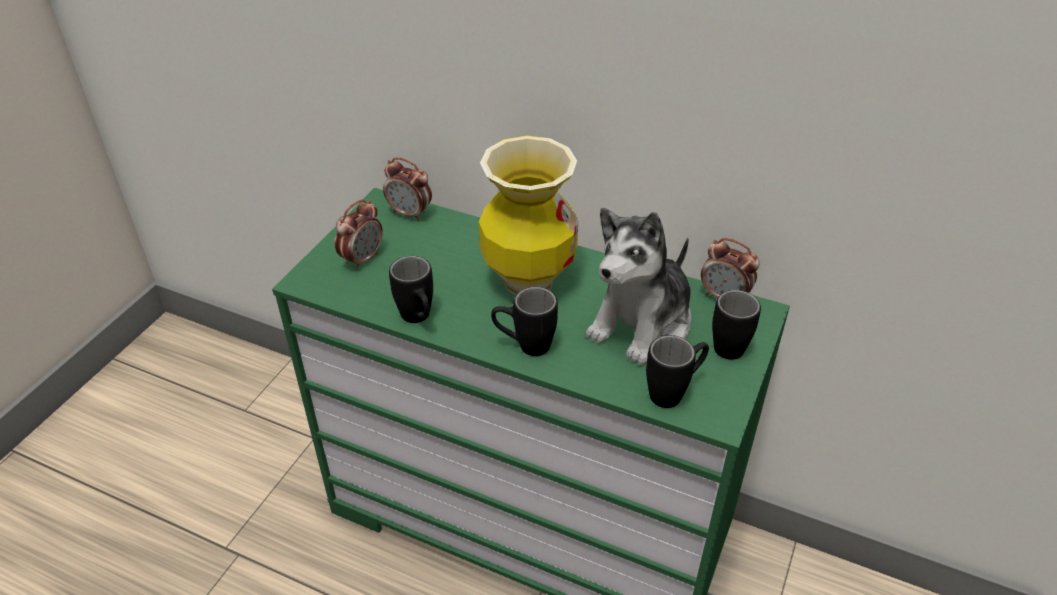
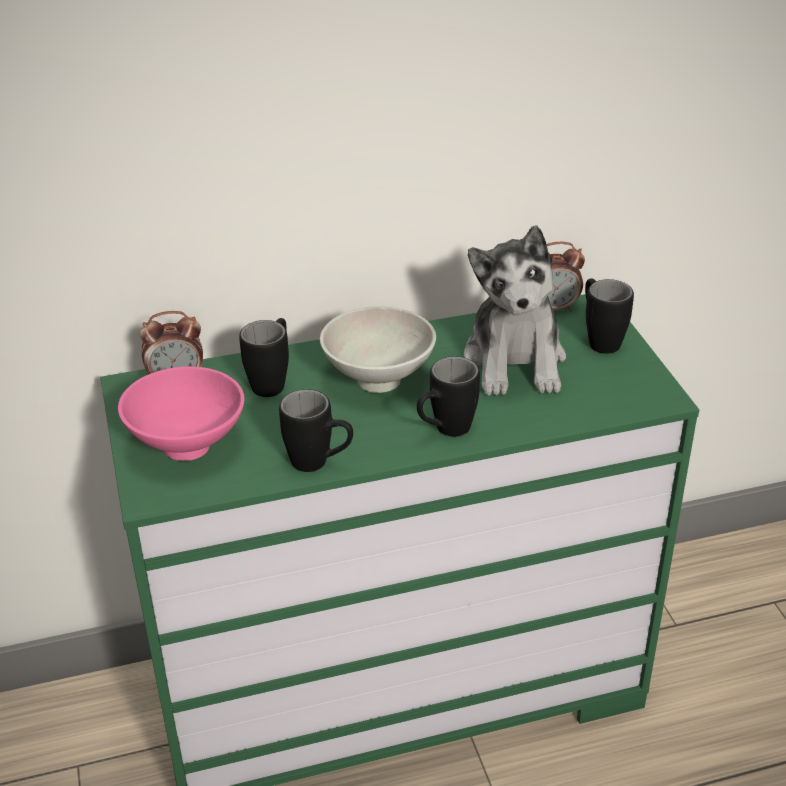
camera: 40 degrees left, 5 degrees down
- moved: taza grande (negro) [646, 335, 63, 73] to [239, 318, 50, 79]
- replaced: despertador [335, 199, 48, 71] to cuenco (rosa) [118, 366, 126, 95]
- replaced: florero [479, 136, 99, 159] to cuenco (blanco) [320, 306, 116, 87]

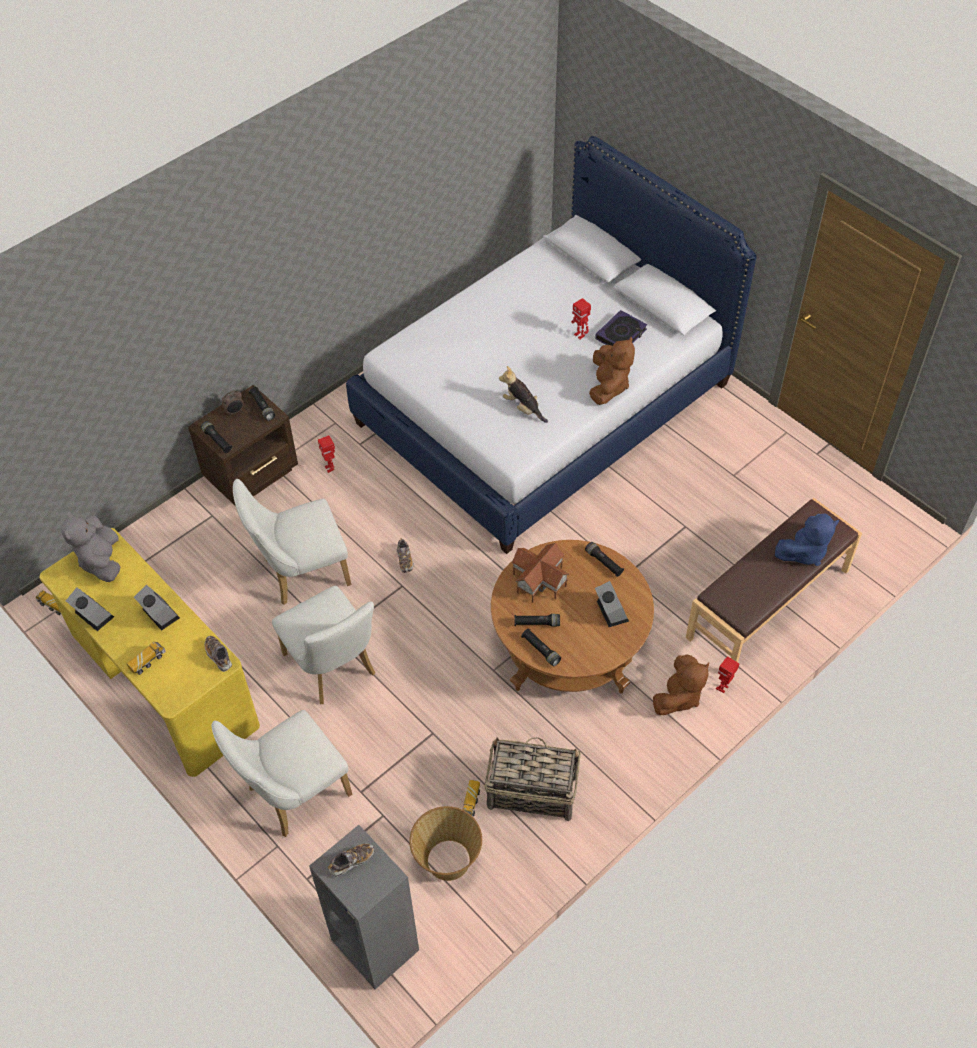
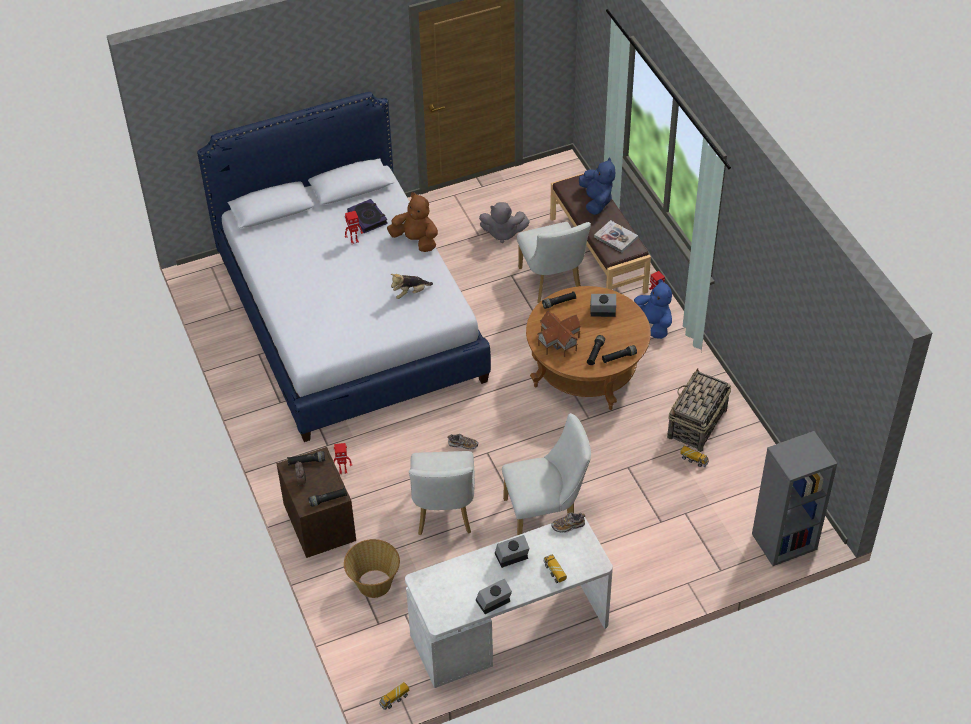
camera: 70 degrees left, 5 degrees down
- removed: zapato [328, 843, 46, 34]
- added: libro [594, 220, 44, 33]
- moved: peluche (gris) [61, 512, 59, 70] to [479, 202, 51, 41]
- moved: silla (blanco) [212, 710, 140, 127] to [517, 222, 74, 81]
- moved: cesta [409, 806, 73, 75] to [344, 539, 56, 59]
- recoloured: escritorio (amarillo) [40, 528, 220, 249] to escritorio (blanco) [405, 517, 208, 171]
- recoloured: peluche (marrón) [653, 654, 56, 61] to peluche (azul) [634, 279, 38, 60]

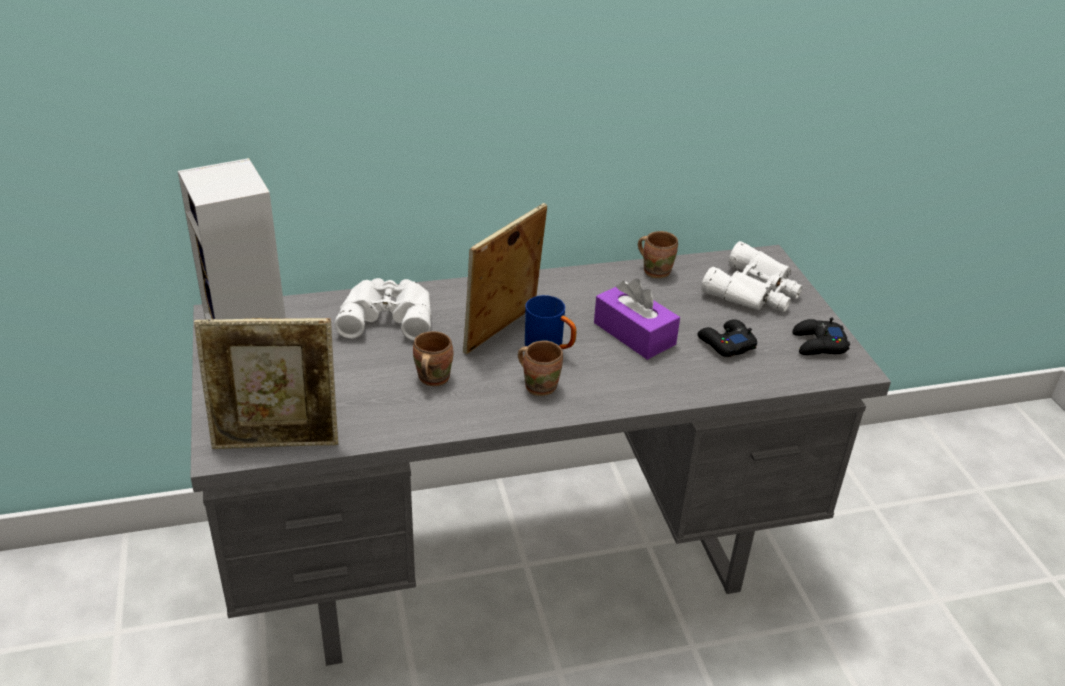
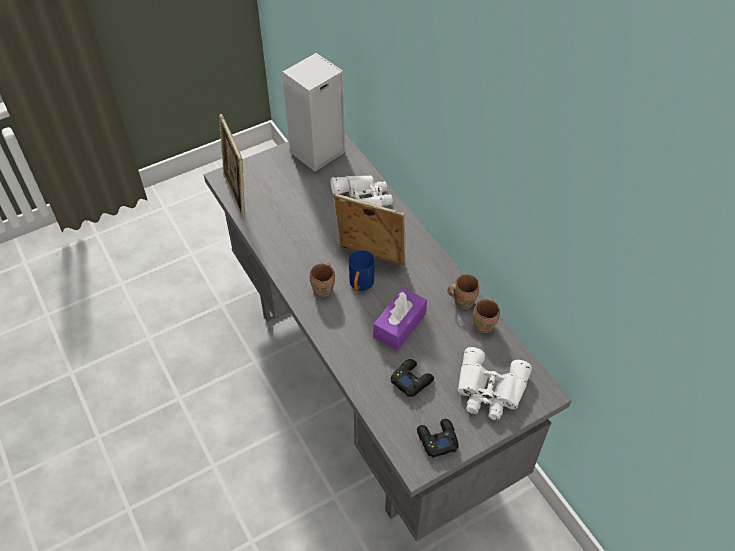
camera: 75 degrees right, 15 degrees up
- moved: taza grande (marrón) [413, 331, 40, 55] to [448, 274, 31, 35]

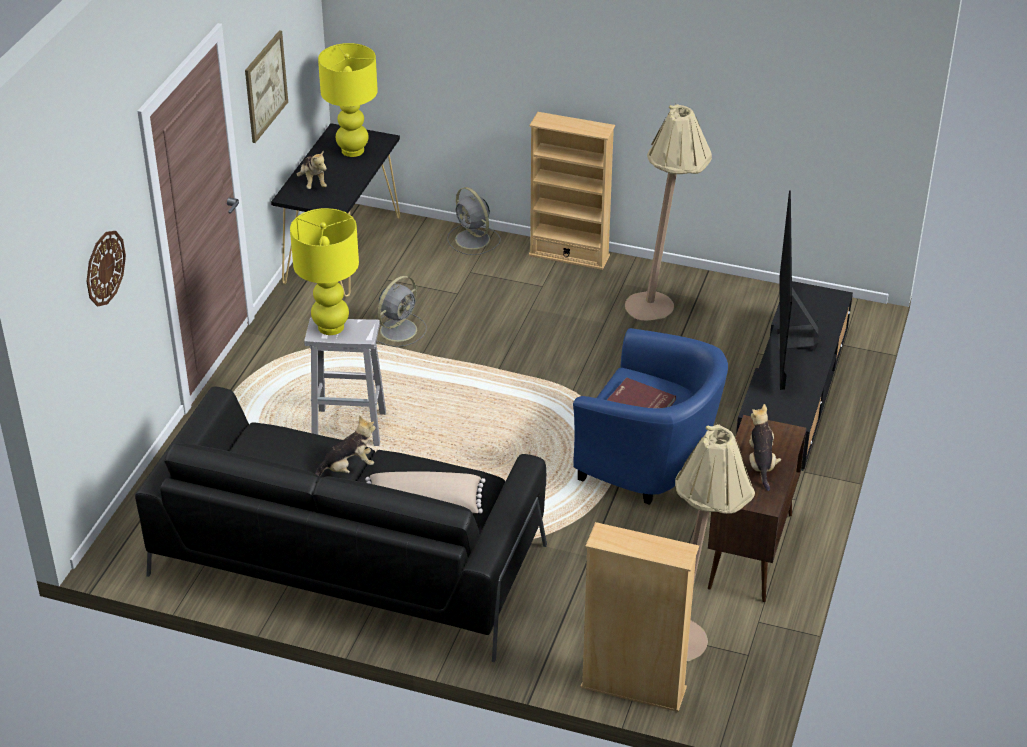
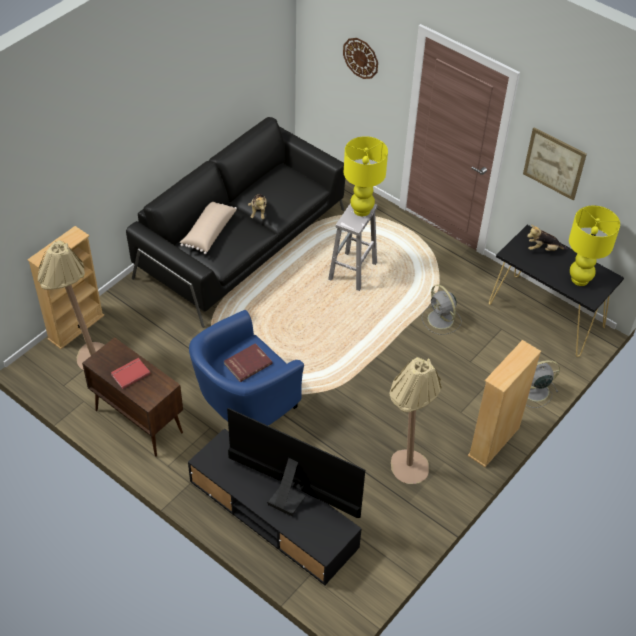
camera: 110 degrees right, 10 degrees up
- replaced: peluche [749, 404, 32, 87] to libro (rojo) [111, 358, 40, 31]

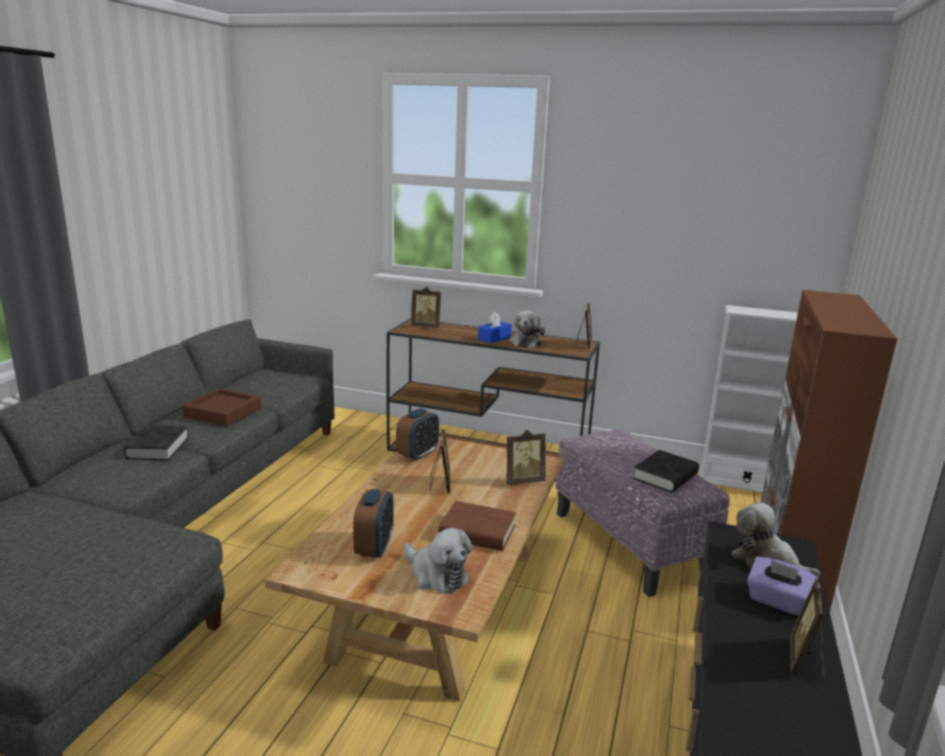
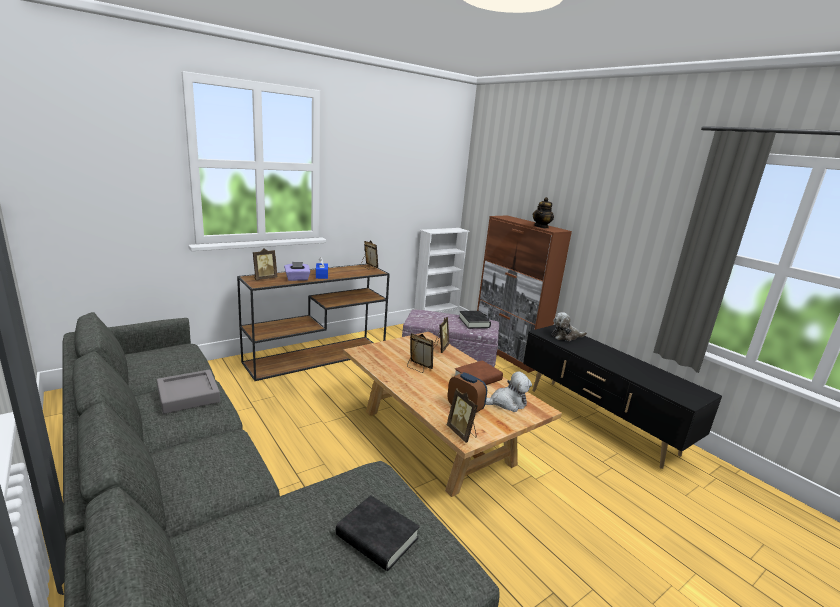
camera: 55 degrees left, 0 degrees up
- removed: despertador [396, 408, 43, 53]
- removed: peluche [509, 310, 36, 38]
- added: tetera [532, 197, 22, 31]
- moved: libro (negro) [124, 425, 65, 35] to [336, 495, 84, 76]
- moved: caja de pañuelos (morado) [747, 557, 71, 59] to [284, 262, 26, 19]
- moved: portarretratos [790, 578, 35, 103] to [447, 389, 31, 54]
- recoloured: bandeja (marrón) [182, 388, 79, 38] to bandeja (gris) [157, 370, 63, 44]

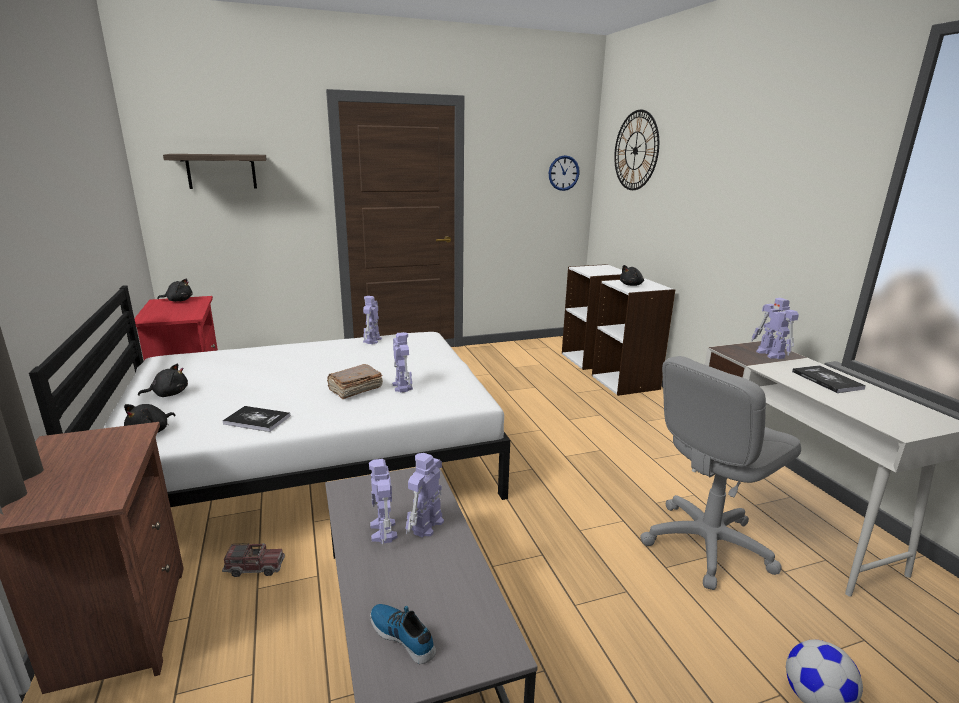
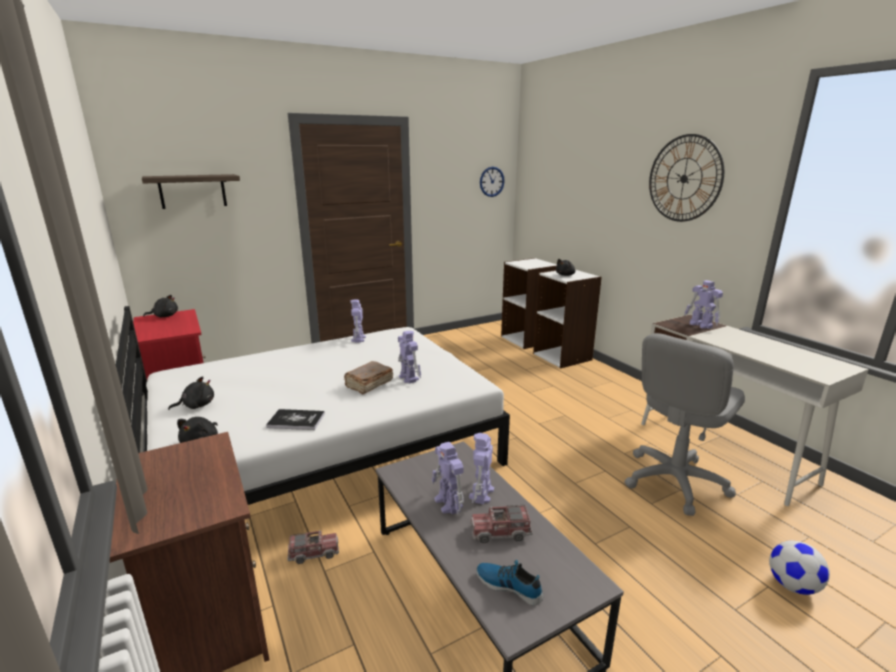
camera: 10 degrees left, 0 degrees up
- removed: libro [792, 365, 74, 28]
- added: camión de juguete [470, 505, 63, 38]
- moved: reloj de pared [614, 110, 45, 80] to [649, 134, 75, 88]

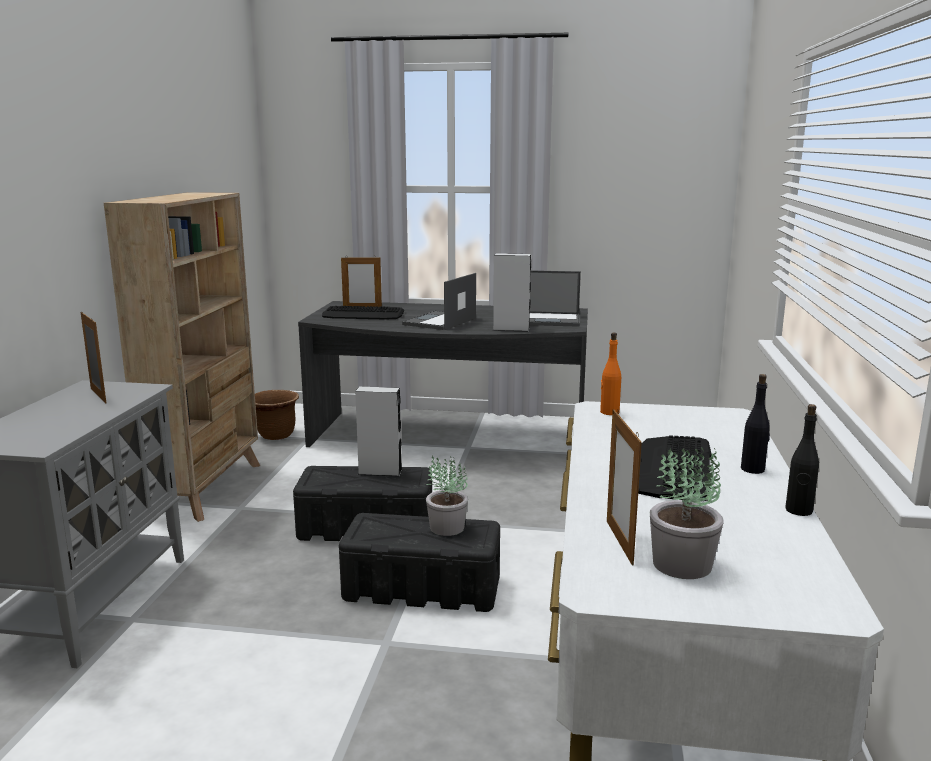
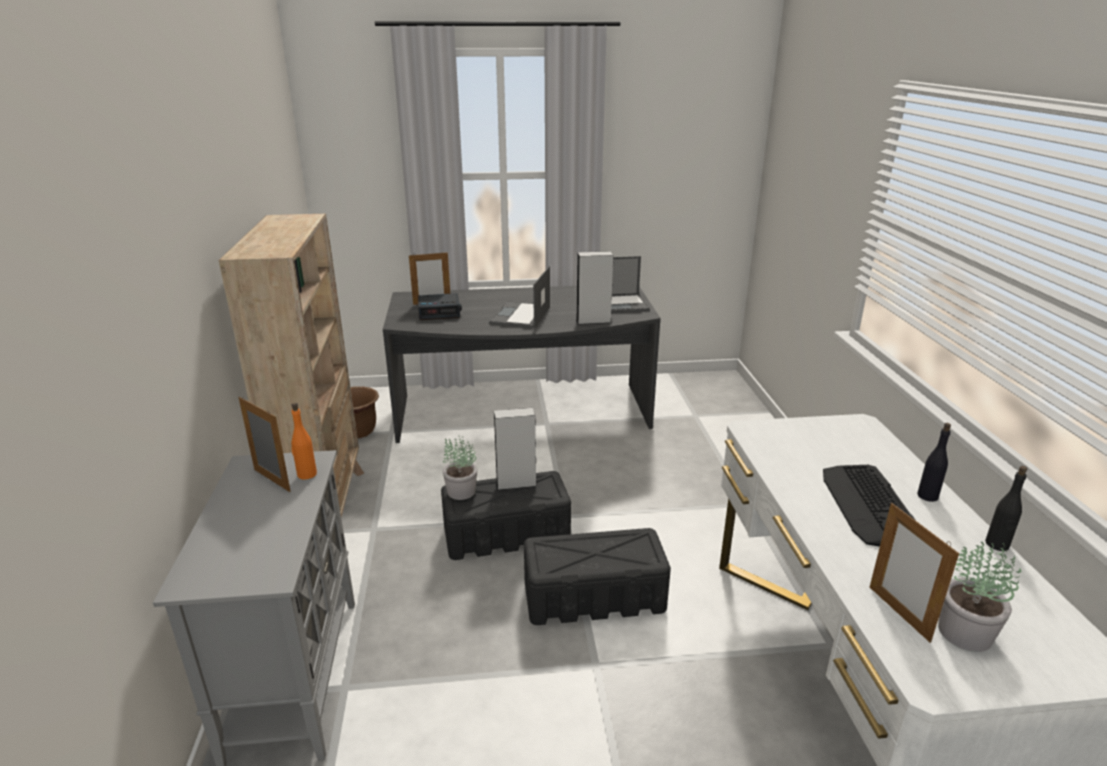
camera: 15 degrees left, 10 degrees up
- moved: planta en maceta [426, 456, 42, 80] to [443, 436, 34, 64]
- moved: botella (naranja) [600, 333, 21, 82] to [291, 403, 26, 77]
- replaced: teclado [322, 306, 82, 14] to despertador [418, 293, 44, 27]

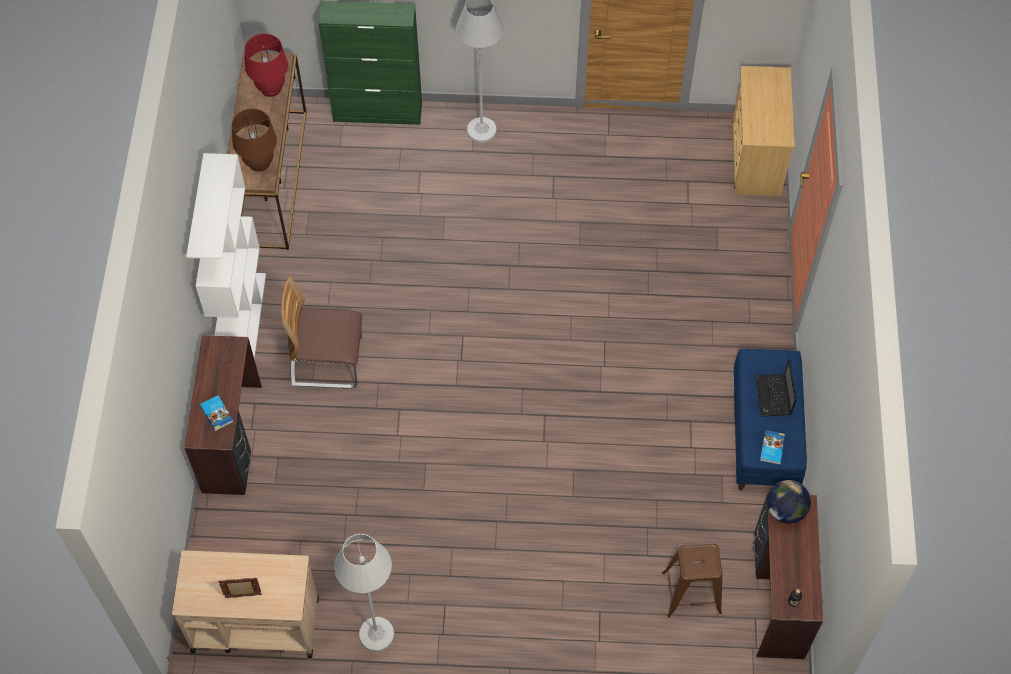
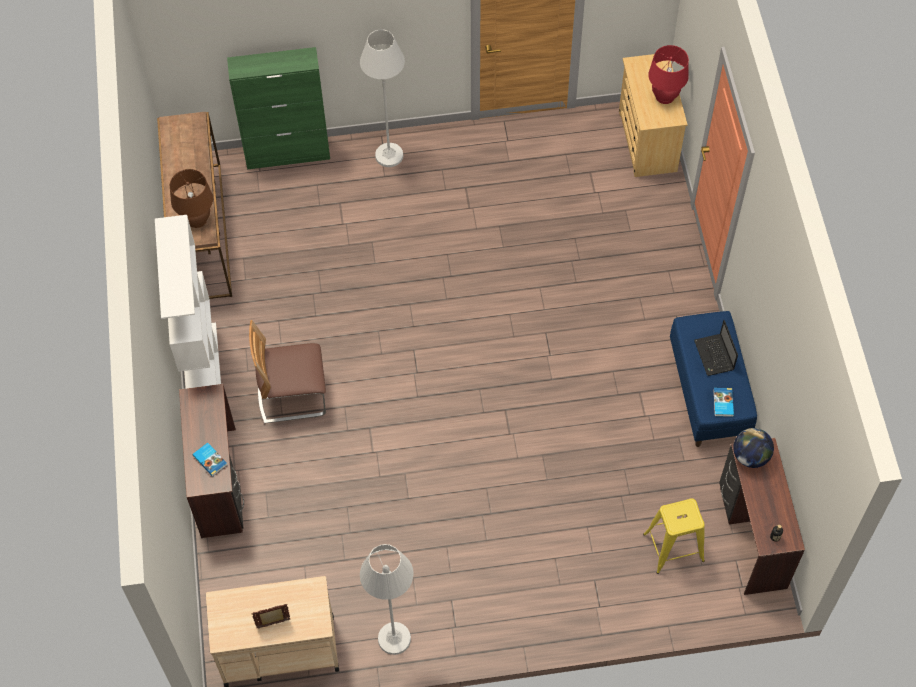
camera: 10 degrees left, 0 degrees up
- moved: lámpara de mesa (rojo) [244, 34, 44, 63] to [648, 45, 41, 59]
- recoloured: taburete (marrón) [662, 544, 61, 74] to taburete (amarillo) [643, 498, 62, 76]

